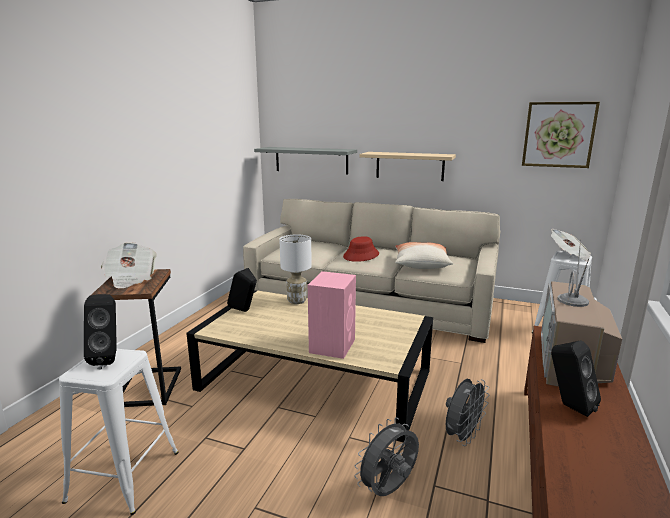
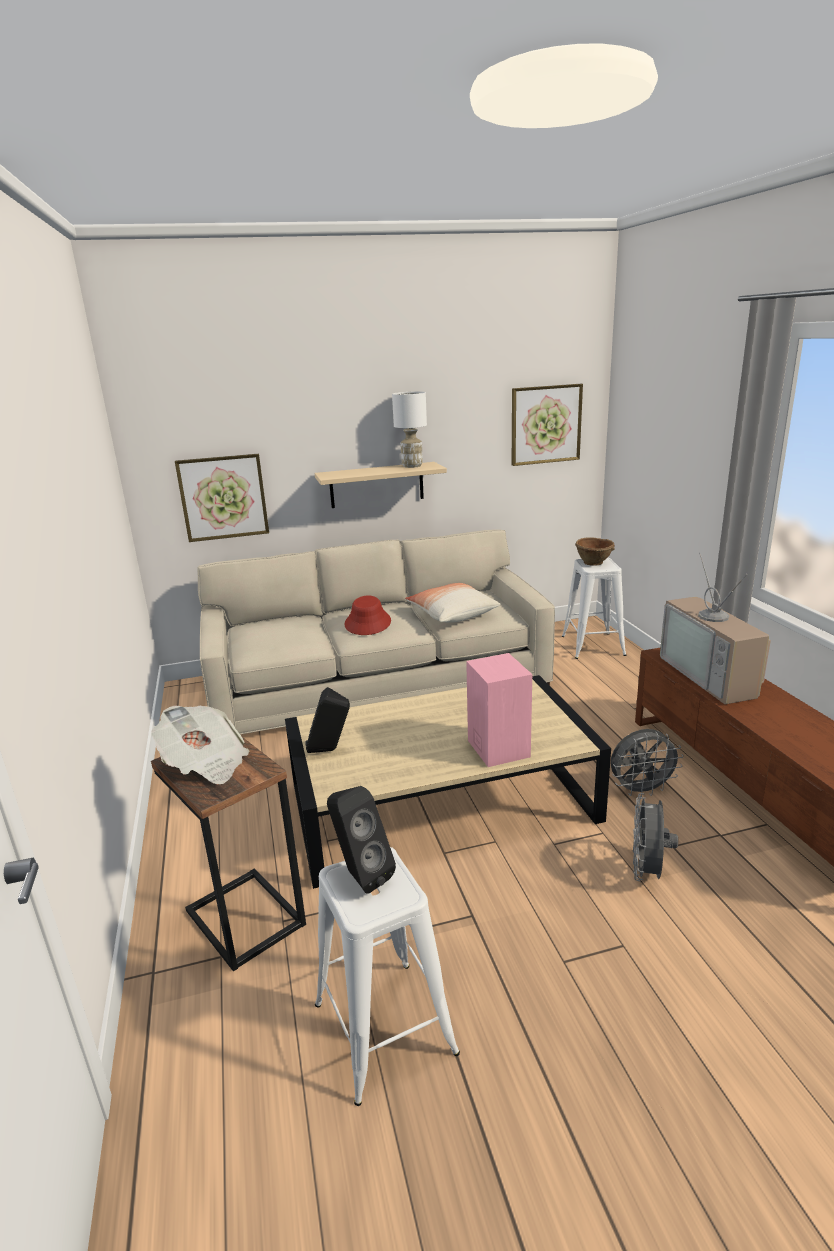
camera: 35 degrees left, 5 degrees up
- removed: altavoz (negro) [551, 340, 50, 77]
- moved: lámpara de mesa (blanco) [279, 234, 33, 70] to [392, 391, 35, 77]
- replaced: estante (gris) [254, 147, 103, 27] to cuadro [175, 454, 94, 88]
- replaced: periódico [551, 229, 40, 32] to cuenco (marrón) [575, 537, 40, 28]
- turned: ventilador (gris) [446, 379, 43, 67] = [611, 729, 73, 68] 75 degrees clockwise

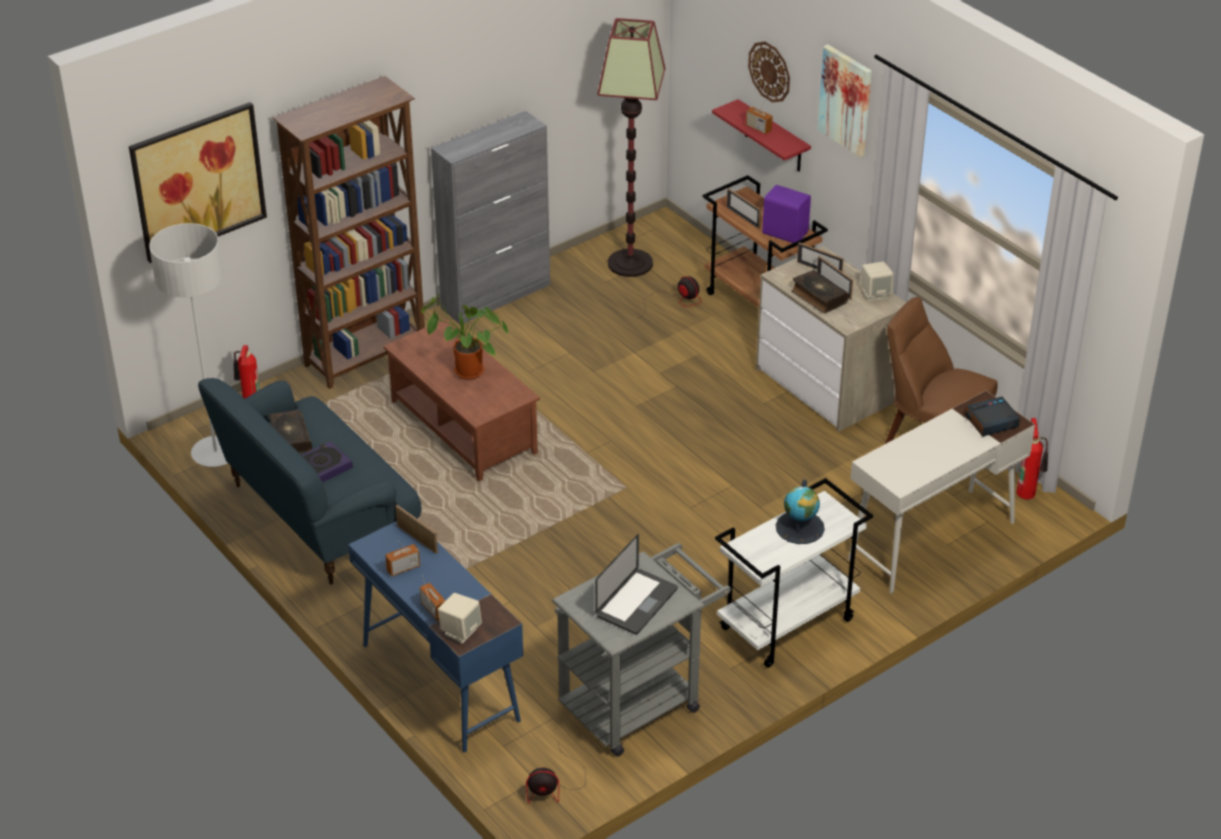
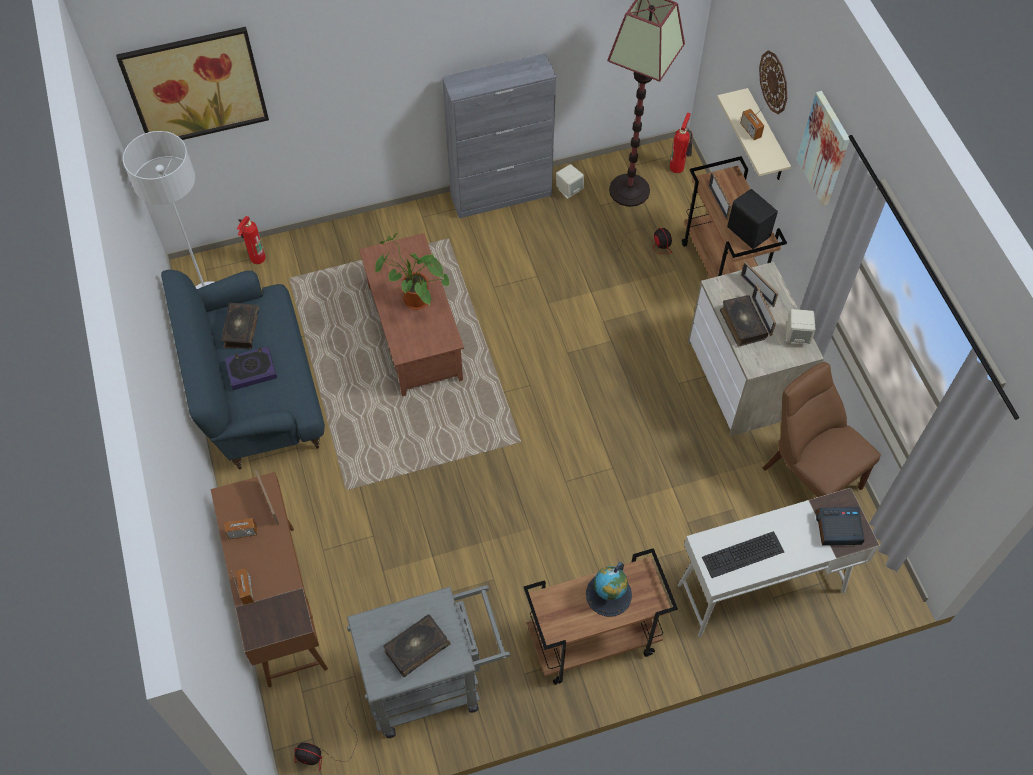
camera: 20 degrees right, 20 degrees up
- removed: estantería (marrón) [272, 76, 153, 313]
- added: teclado [702, 531, 82, 47]
- moved: altavoz (beis) [438, 593, 44, 51] to [556, 164, 28, 35]
- moved: extintor [1017, 418, 31, 81] to [670, 113, 22, 60]
- replaced: portátil [595, 534, 83, 100] to libro [383, 614, 68, 63]
- recoloured: escritorio (azul) [348, 521, 175, 231] to escritorio (marrón) [211, 472, 117, 215]
- recoloured: estante (rojo) [712, 99, 99, 73] to estante (beis) [717, 88, 74, 92]
- recoloured: carrito (blanco) [715, 478, 158, 190] to carrito (marrón) [524, 548, 154, 137]
- recoloured: altavoz (morado) [762, 185, 49, 58] to altavoz (negro) [727, 189, 51, 60]

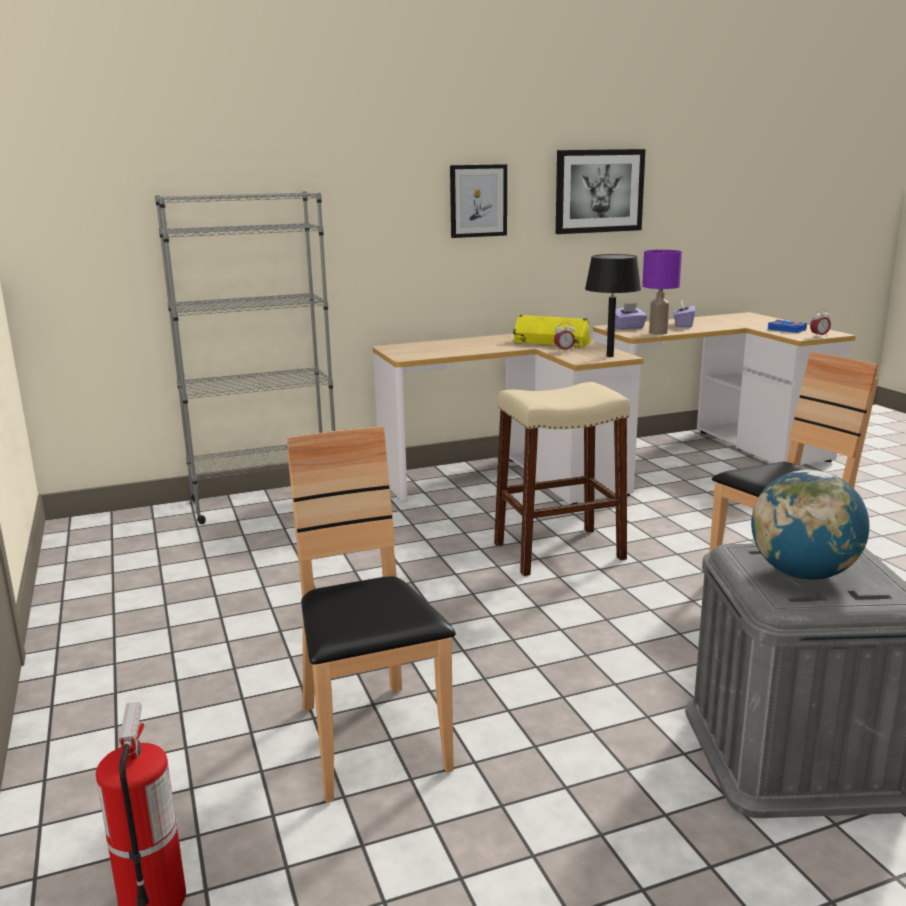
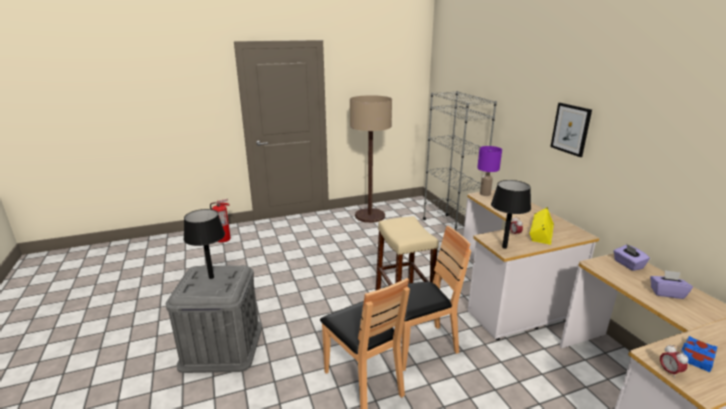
camera: 90 degrees right, 5 degrees up
- removed: cuadro [556, 149, 90, 85]
- added: lámpara de pie [350, 95, 42, 128]
- moved: silla (marrón) [287, 426, 169, 377] to [383, 226, 88, 145]
- moved: lámpara de mesa (morado) [642, 250, 40, 85] to [477, 146, 25, 50]
- replaced: globo terráqueo [751, 470, 119, 110] to lámpara de mesa (negro) [184, 209, 41, 70]

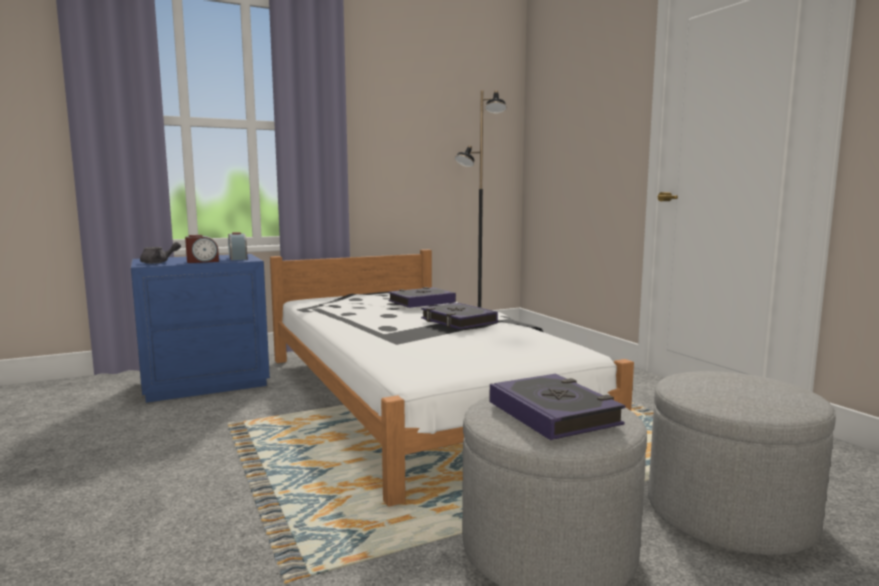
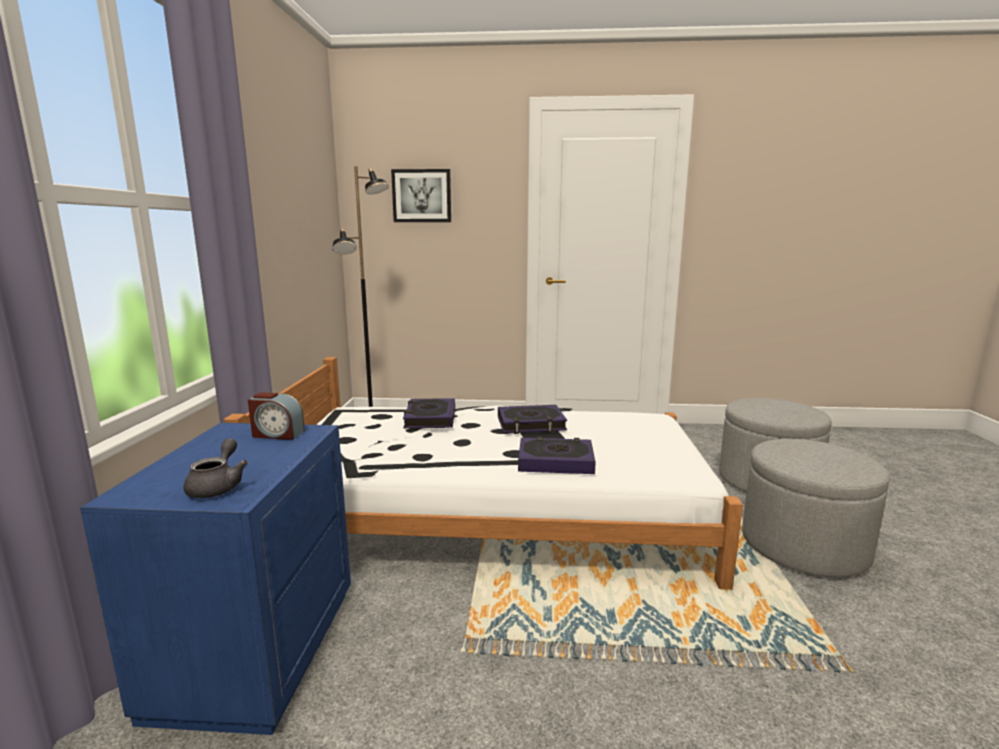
camera: 60 degrees left, 5 degrees up
- removed: despertador [185, 235, 34, 28]
- added: cuadro [391, 169, 60, 53]
- moved: libro [489, 374, 136, 66] to [518, 437, 77, 37]

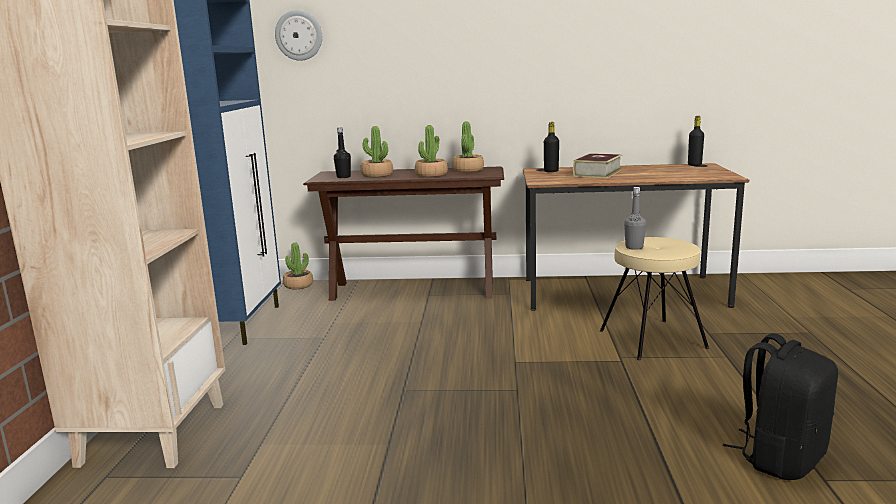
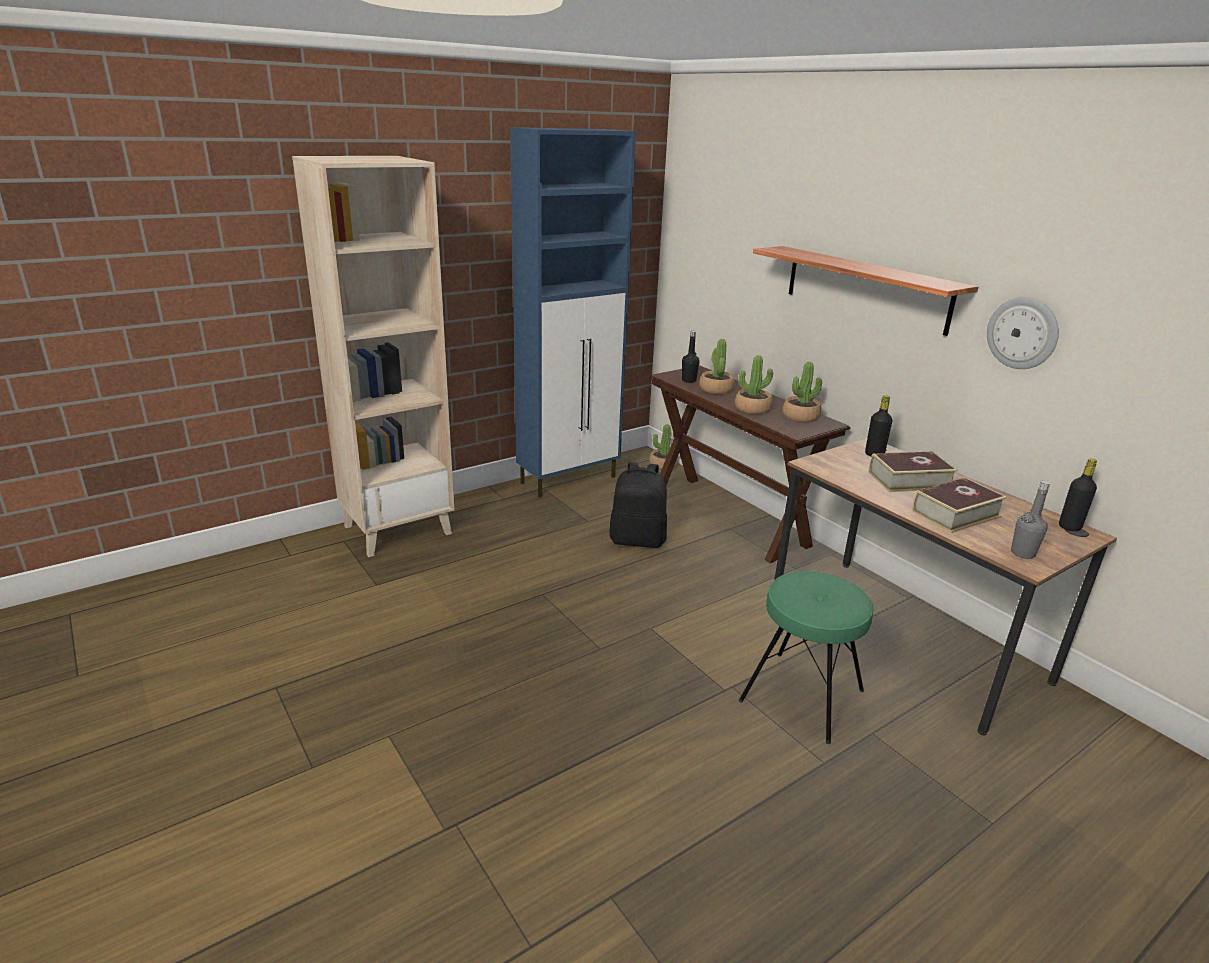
camera: 50 degrees right, 10 degrees up
- added: estante [753, 246, 225, 90]
- added: libro [912, 478, 95, 55]
- moved: reloj de pared [275, 10, 47, 51] to [987, 297, 72, 72]
- moved: botella (gris) [624, 187, 22, 63] to [1011, 481, 39, 78]
- moved: mochila (negro) [723, 333, 115, 147] to [610, 462, 57, 86]
- recoloured: taburete (beis) [600, 237, 109, 124] to taburete (verde) [739, 571, 135, 173]

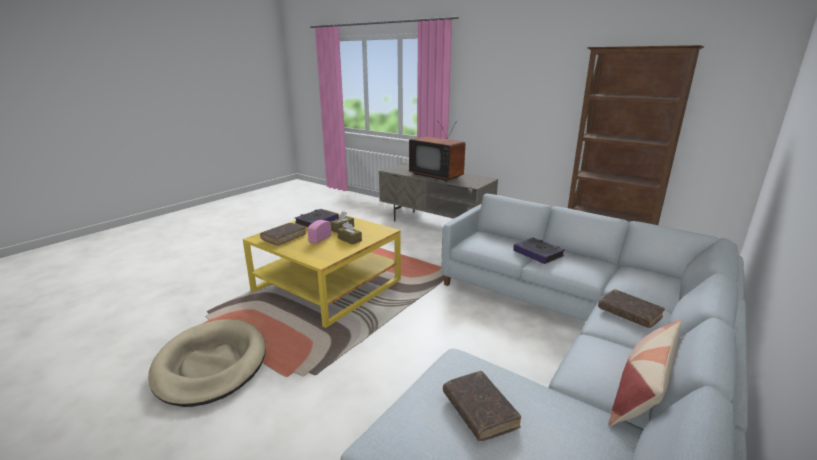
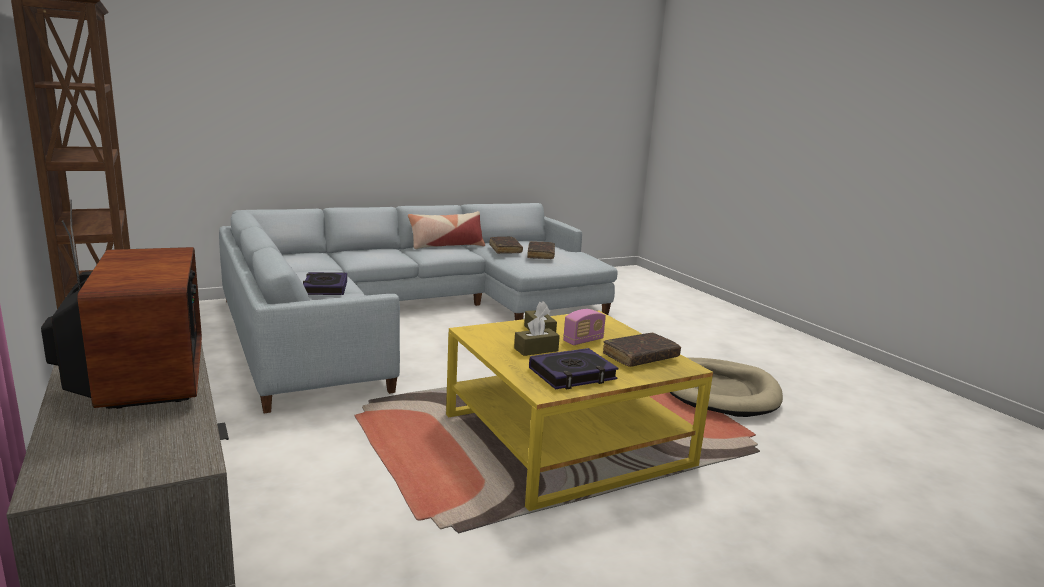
camera: 155 degrees left, 5 degrees down
- moved: libro (marrón) [598, 289, 67, 39] to [489, 237, 34, 17]

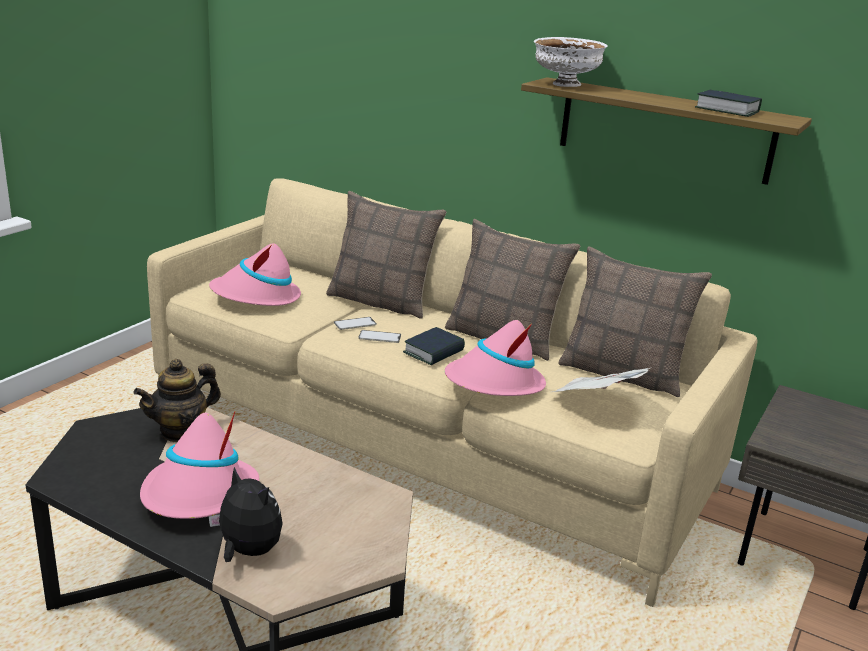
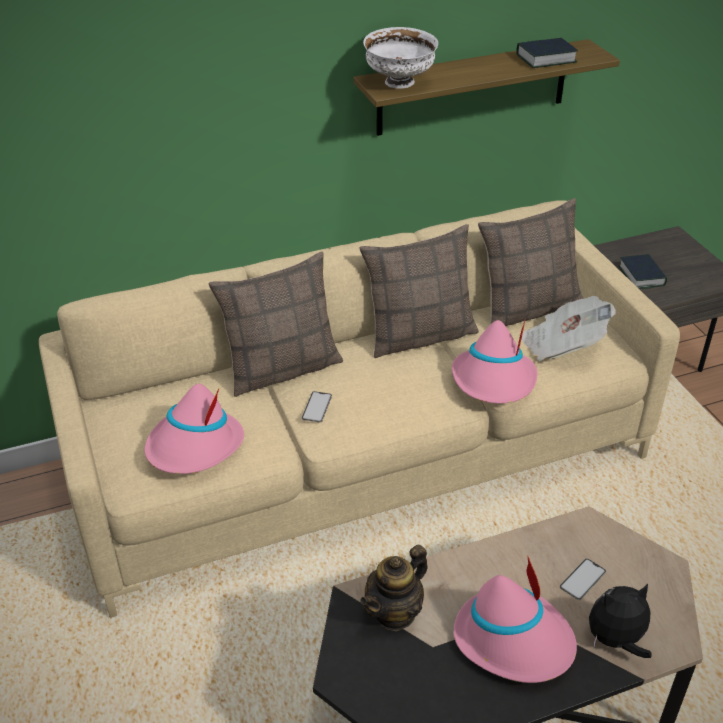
camera: 50 degrees left, 15 degrees up
- moved: móvil [358, 330, 43, 13] to [560, 558, 46, 42]
- moved: libro [403, 327, 62, 38] to [619, 254, 48, 35]
- turned: tetera [134, 359, 87, 83] = [360, 545, 68, 86] 45 degrees clockwise

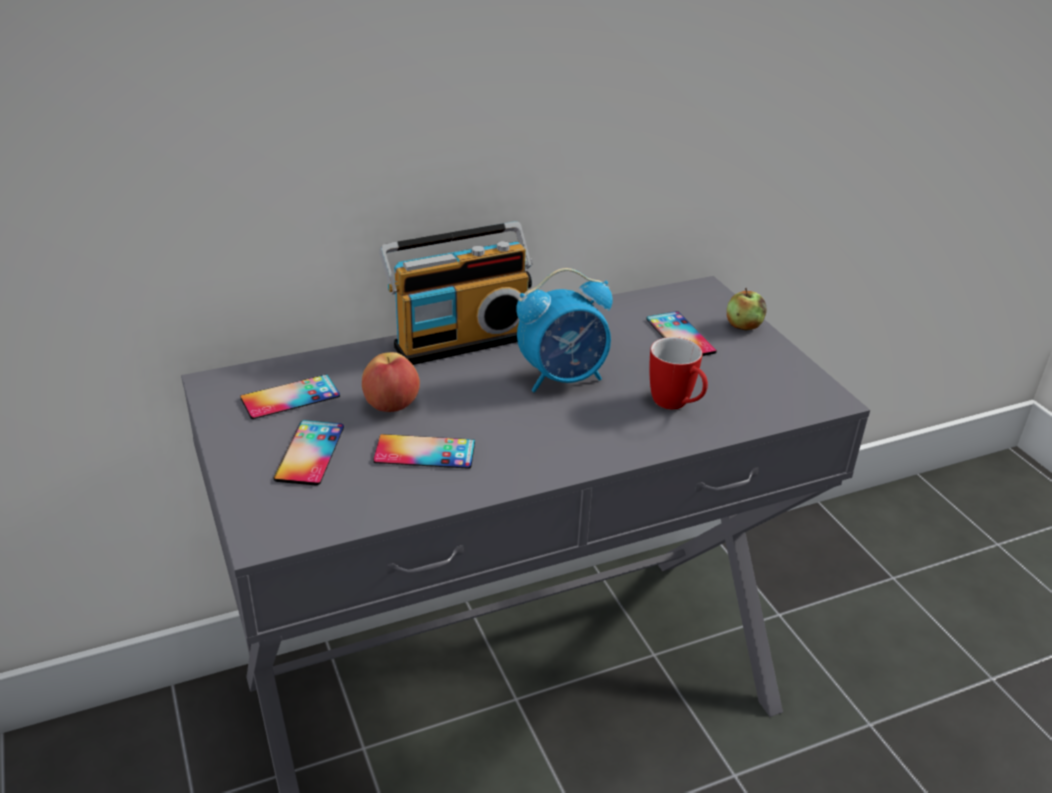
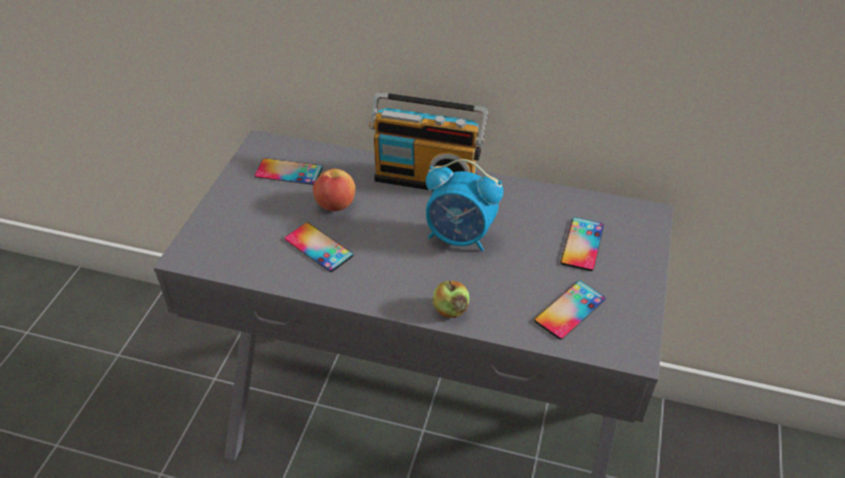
camera: 40 degrees right, 10 degrees up
- removed: taza grande [649, 337, 59, 72]
- moved: móvil [273, 420, 71, 66] to [534, 281, 72, 59]
- moved: manzana [727, 288, 40, 43] to [432, 281, 38, 37]

